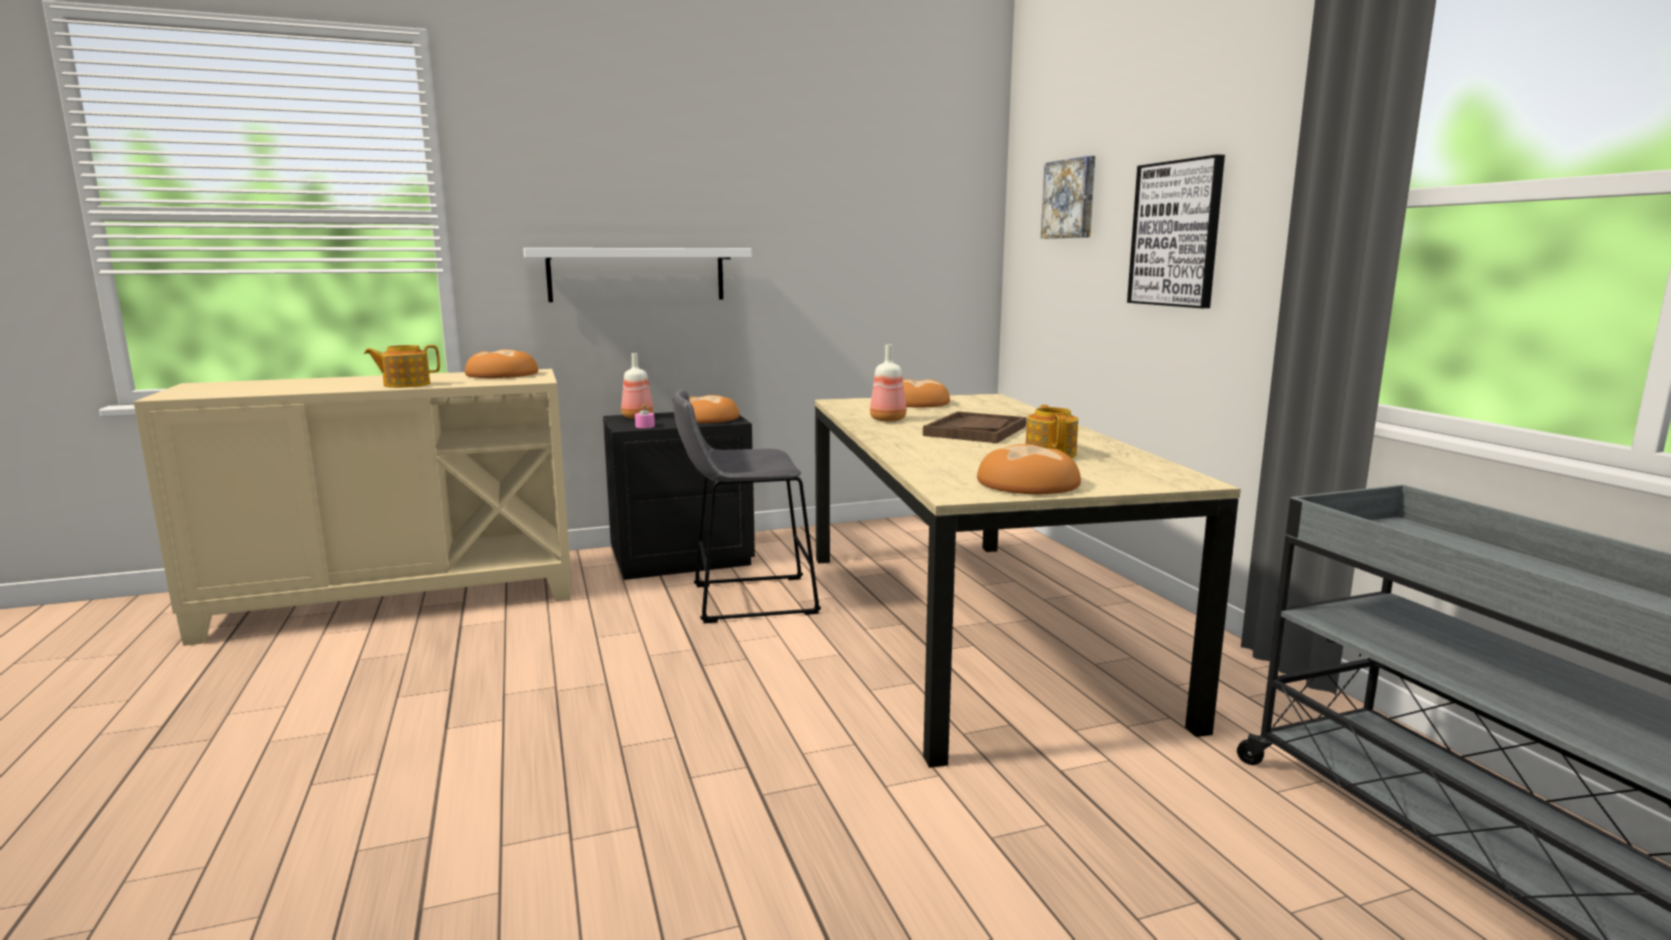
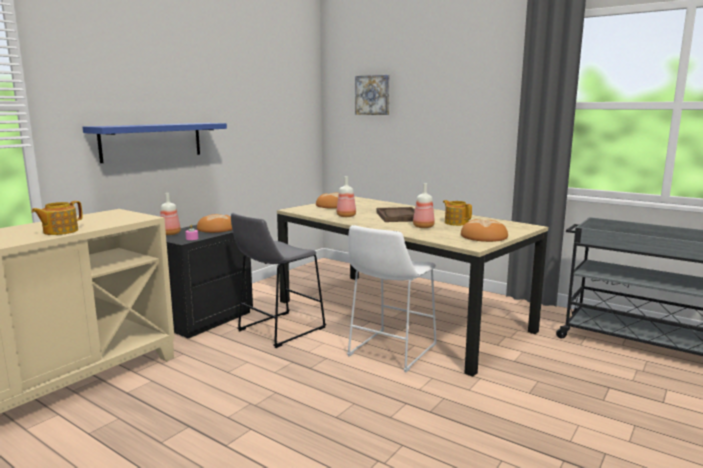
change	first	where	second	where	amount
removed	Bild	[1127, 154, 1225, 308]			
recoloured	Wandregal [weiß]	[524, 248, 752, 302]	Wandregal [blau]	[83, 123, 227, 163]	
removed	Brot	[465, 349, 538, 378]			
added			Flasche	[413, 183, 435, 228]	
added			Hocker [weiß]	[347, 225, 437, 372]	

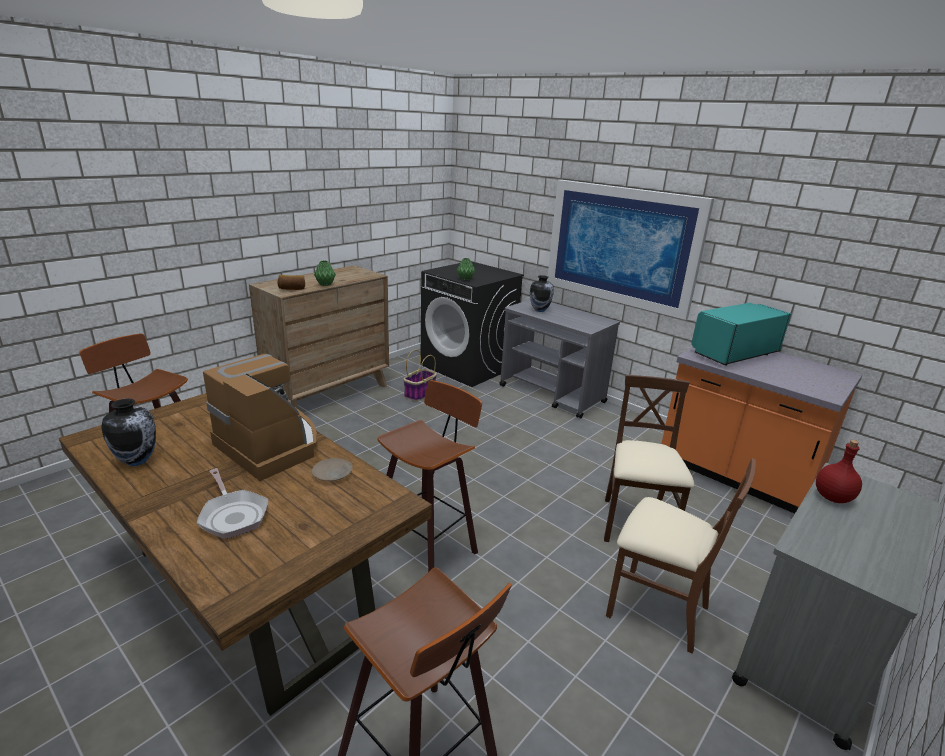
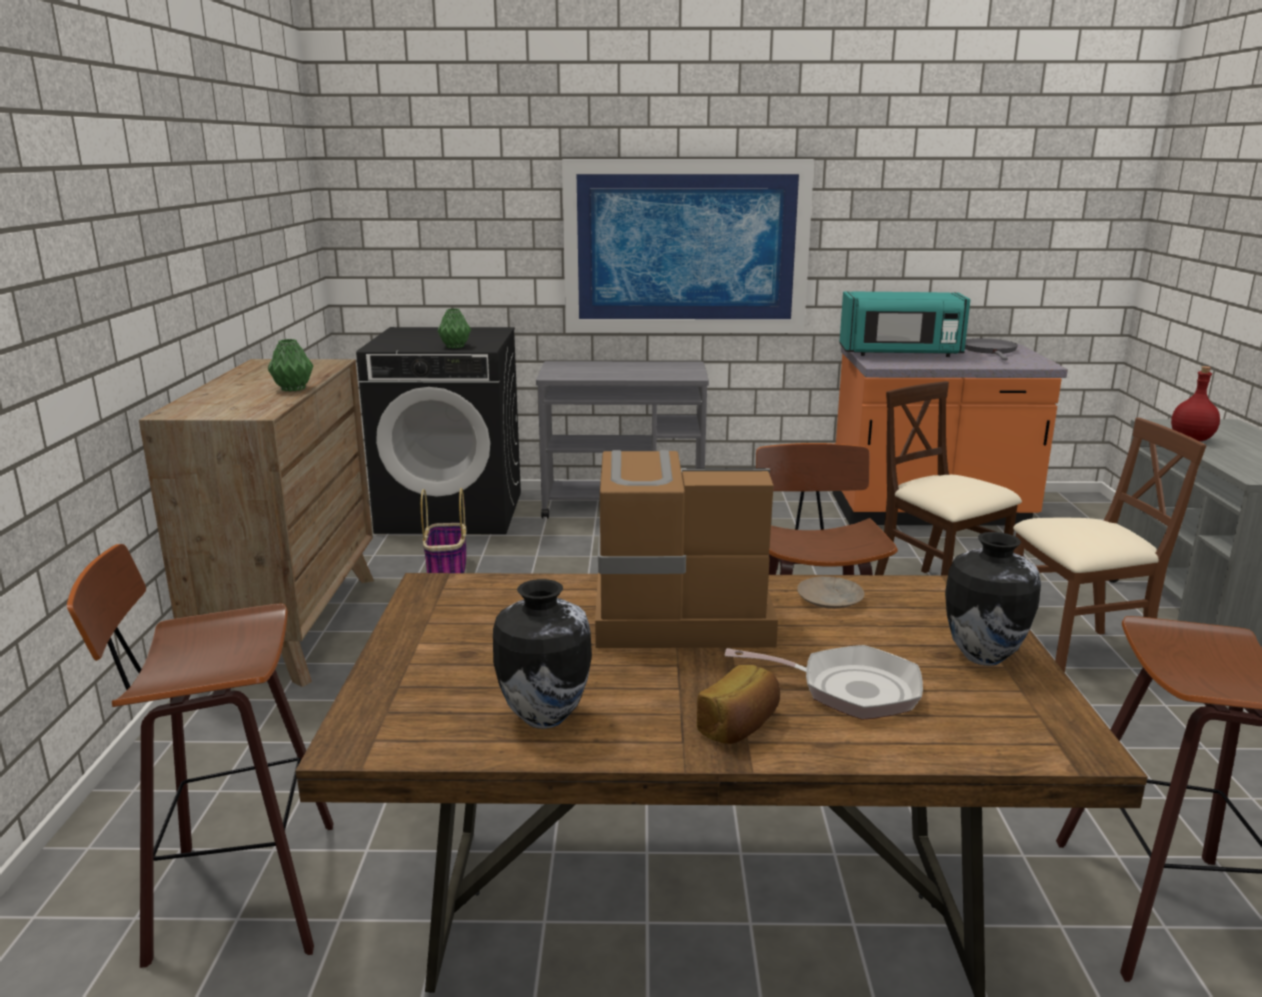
change	first	where	second	where	amount
moved	Brot	[277, 275, 305, 290]		[697, 665, 780, 744]	
moved	Vase	[530, 275, 554, 312]		[945, 532, 1041, 666]	
turned	Mikrowelle [türkis]	[691, 303, 791, 366]		[840, 292, 970, 357]	105 degrees counterclockwise
added			Pfanne [grau]	[965, 338, 1018, 360]	

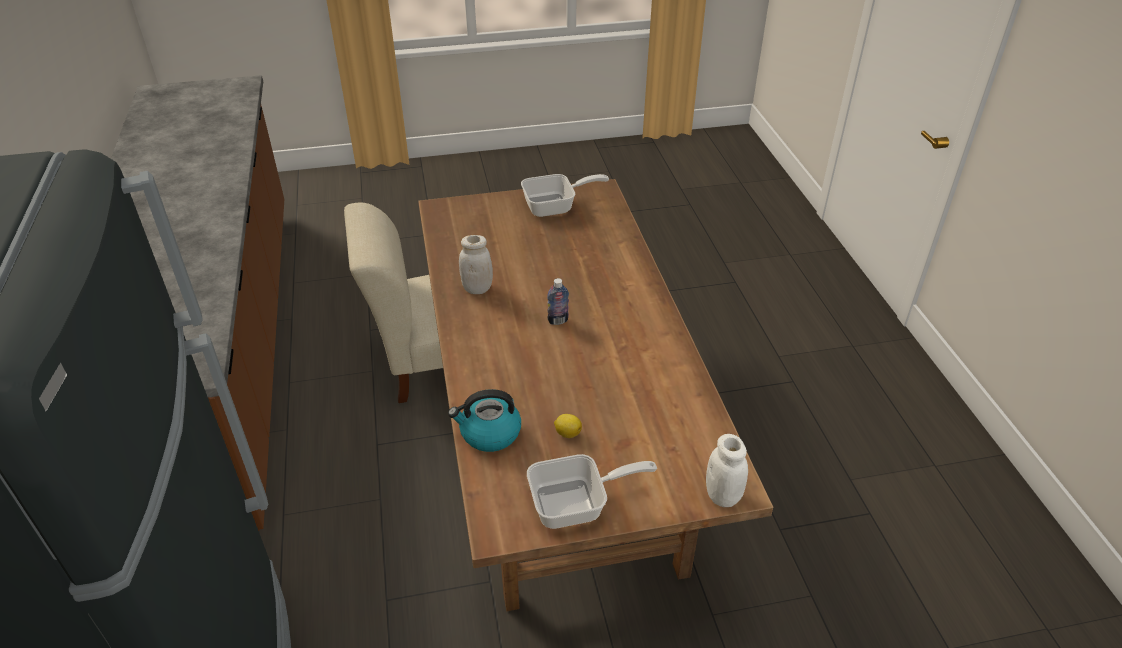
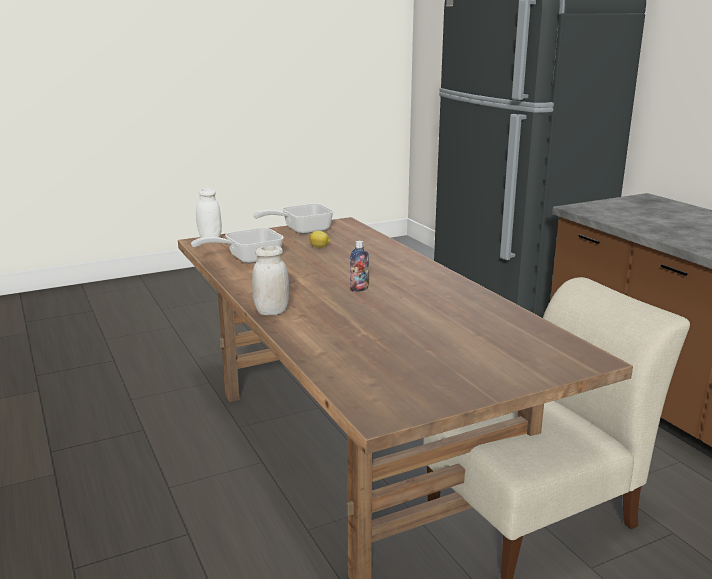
change	first	where	second	where	amount
moved	Pfanne	[521, 174, 609, 217]		[191, 228, 284, 264]	
moved	Vorratsglas [weiß]	[459, 235, 493, 294]		[252, 245, 289, 315]	
removed	Wasserkessel	[448, 389, 521, 452]			

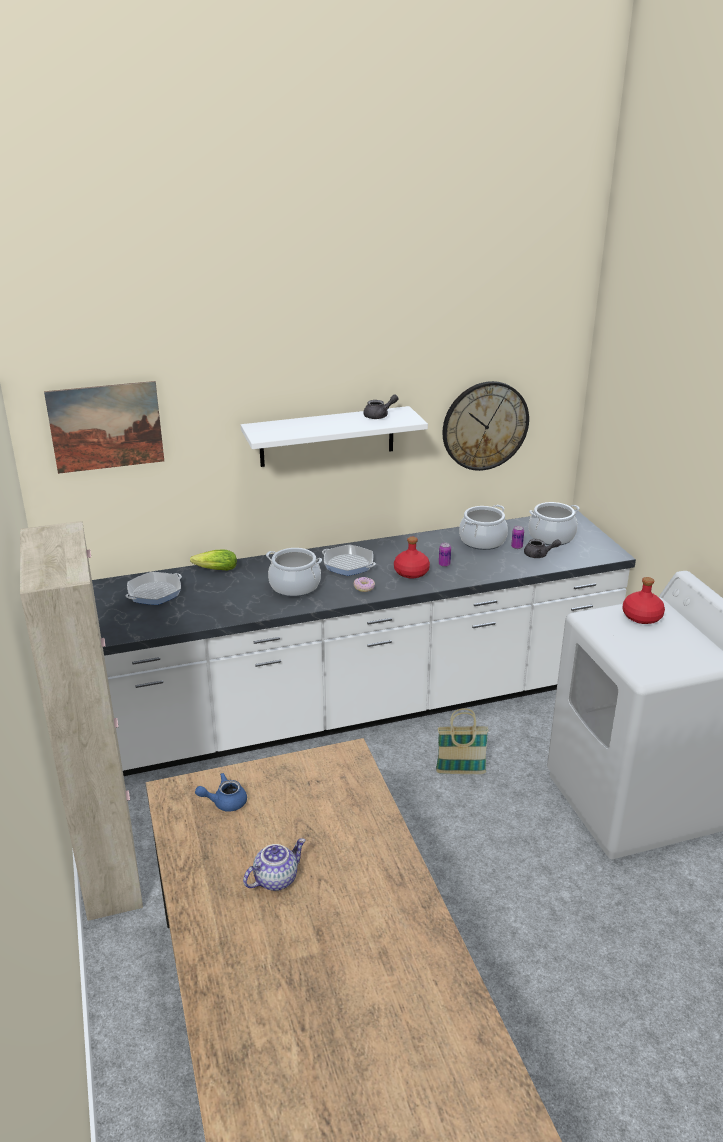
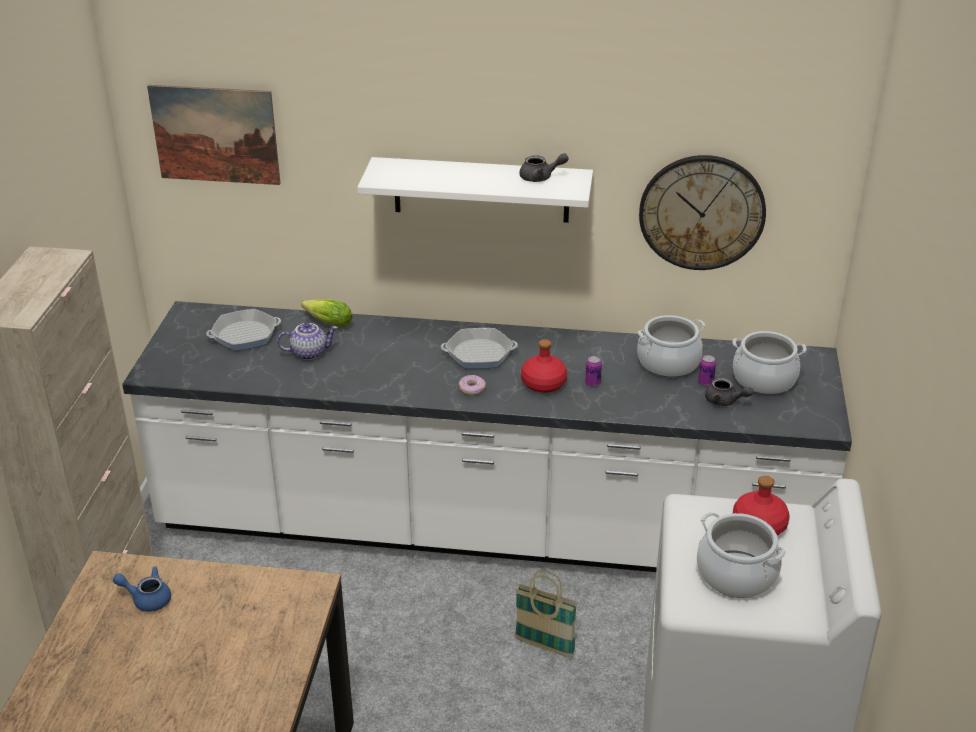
change	first	where	second	where	amount
turned	Pfanne	[322, 544, 376, 576]		[441, 328, 518, 369]	120 degrees clockwise
moved	Kochtopf	[266, 548, 322, 597]		[697, 512, 786, 598]	
moved	Teekanne	[243, 838, 306, 891]		[277, 322, 338, 360]	

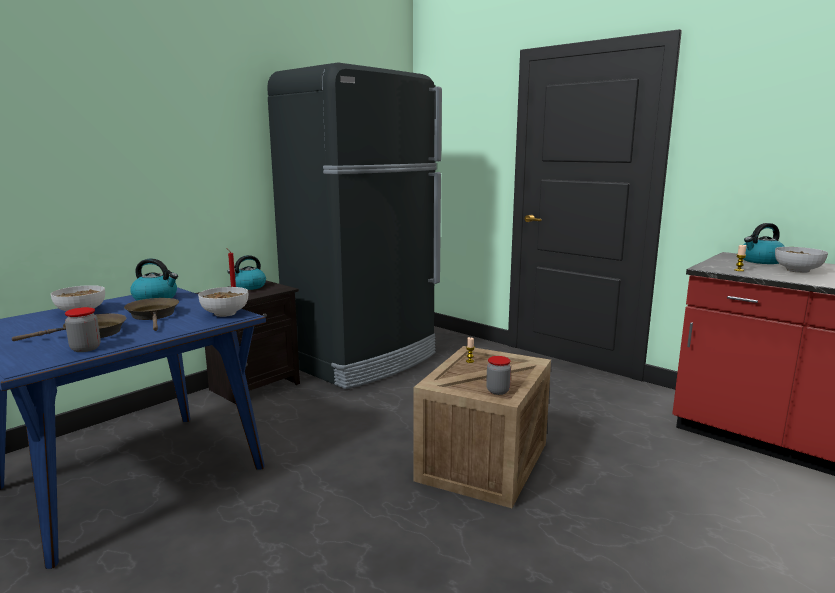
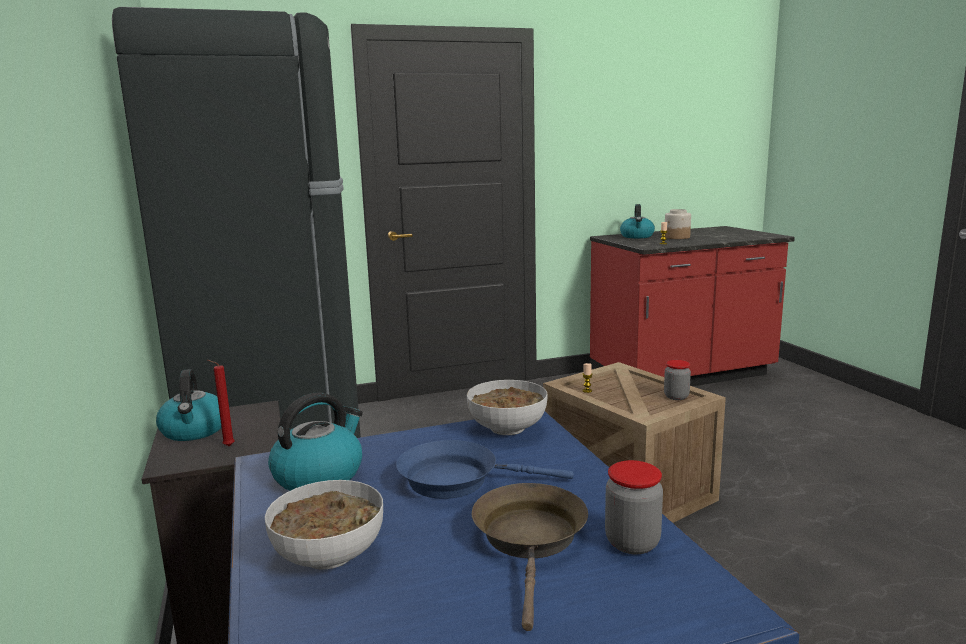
change	first	where	second	where	amount
replaced	Schüssel	[775, 247, 828, 273]	Vorratsglas	[665, 209, 691, 239]	
recoloured	Pfanne [braun]	[124, 298, 179, 331]	Pfanne [blau]	[396, 440, 573, 499]	

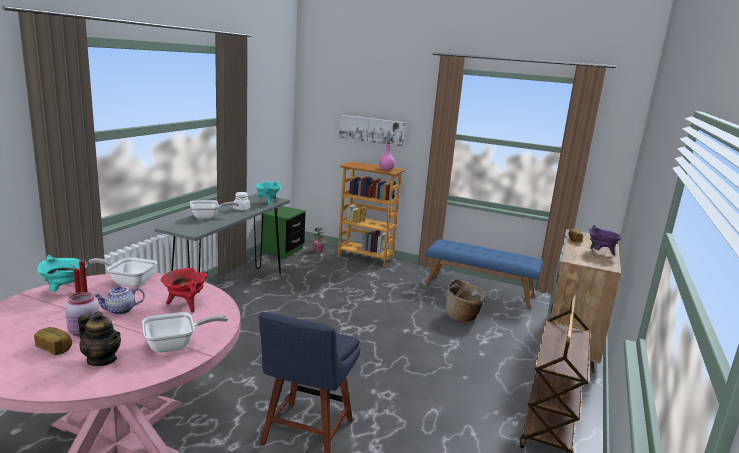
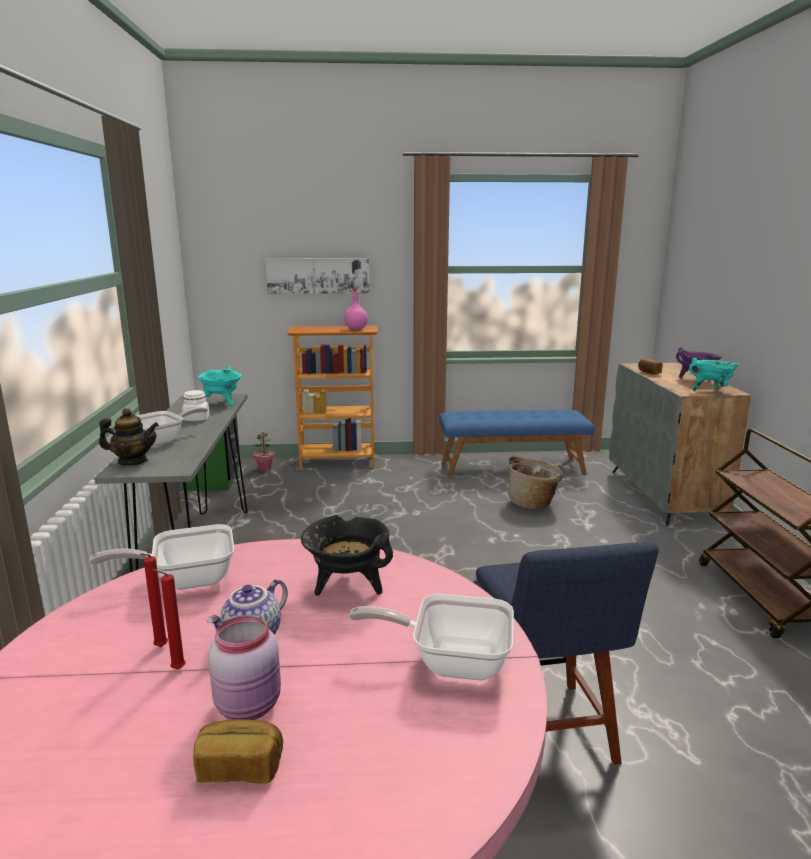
change	first	where	second	where	amount
moved	Kochtopf [türkis]	[37, 255, 88, 292]		[689, 358, 740, 391]	
recoloured	Kochtopf [rot]	[161, 268, 208, 312]	Kochtopf [schwarz]	[301, 515, 393, 596]	
moved	Teekanne	[78, 311, 121, 366]		[99, 408, 159, 466]	
turned	Pfanne	[142, 312, 228, 353]		[349, 594, 514, 680]	120 degrees counterclockwise

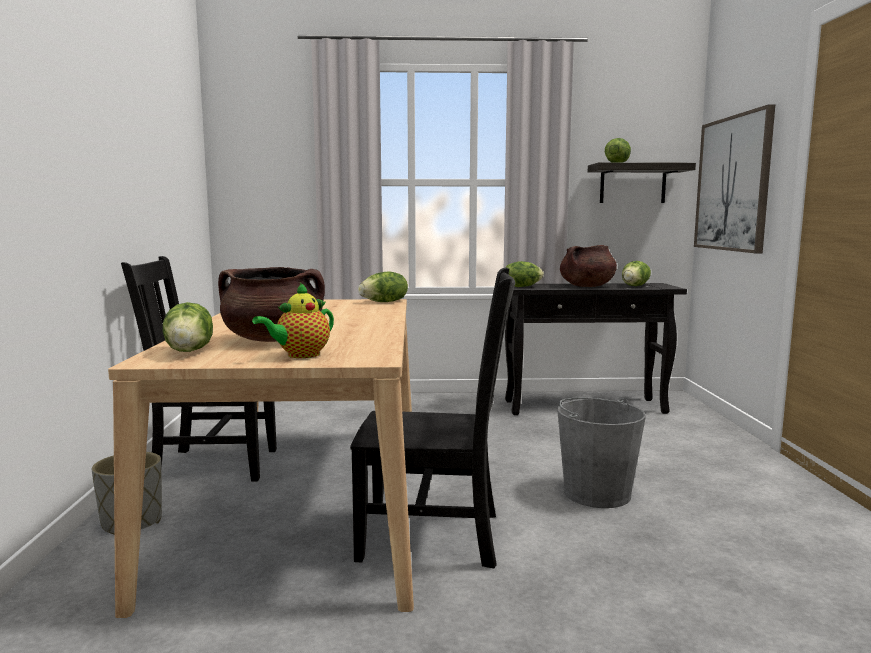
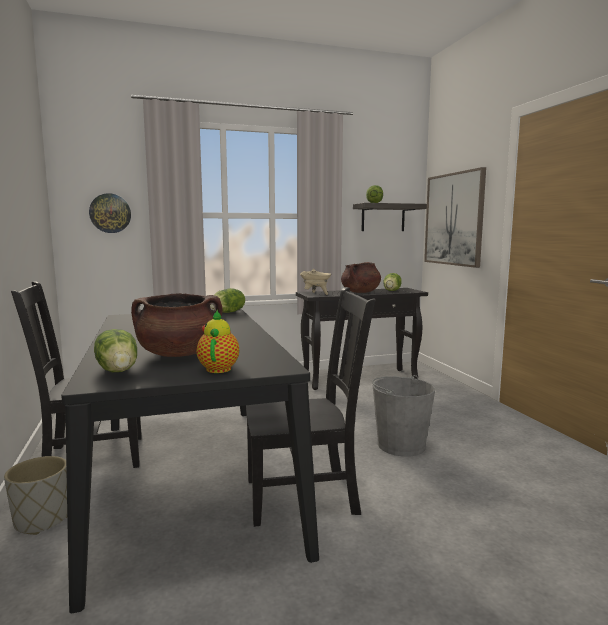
change	first	where	second	where	amount
replaced	Salatkopf	[505, 261, 544, 287]	Kochtopf [beige]	[300, 269, 331, 295]	
turned	Teekanne	[252, 283, 334, 358]		[197, 309, 239, 373]	150 degrees clockwise
recoloured	Esstisch [beige]	[108, 299, 414, 618]	Esstisch [schwarz]	[61, 309, 319, 613]	
added			Wanduhr	[89, 193, 131, 233]	

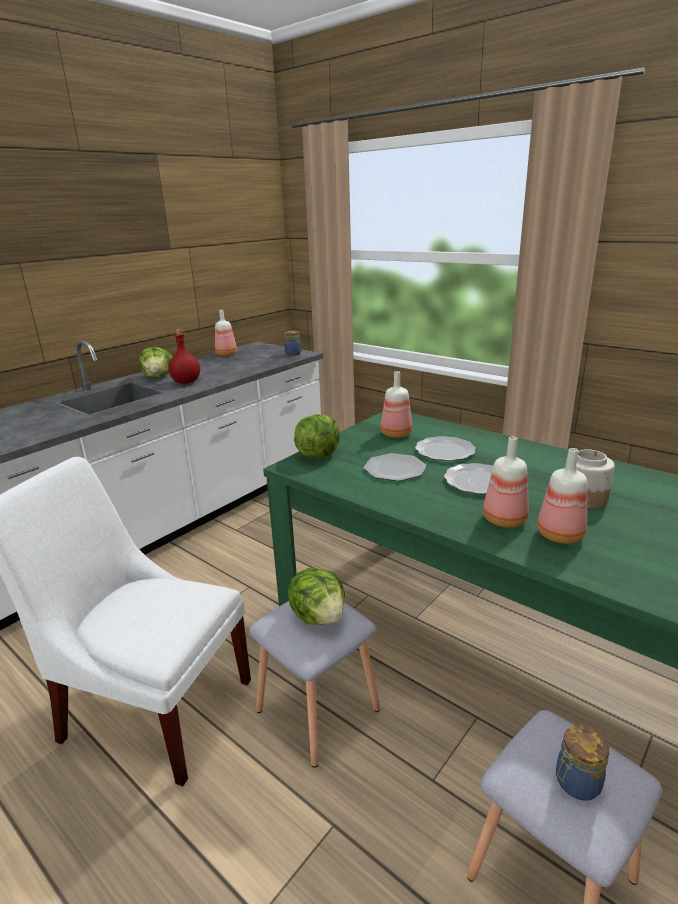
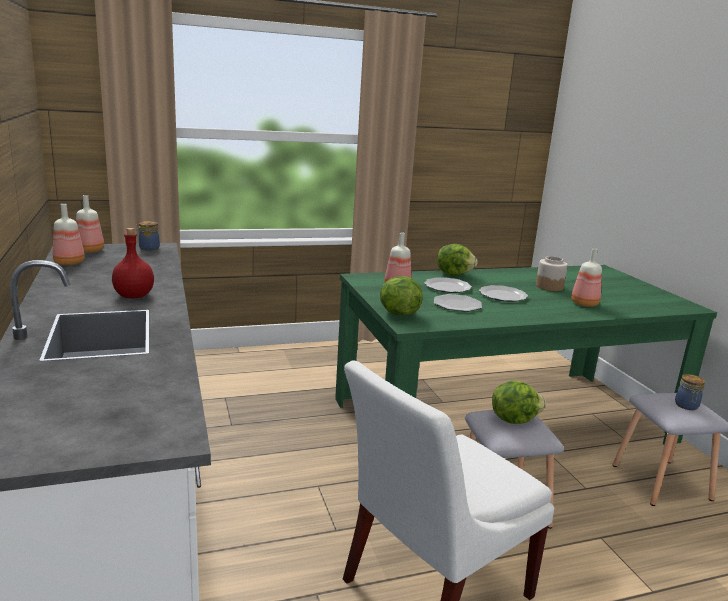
change	first	where	second	where	amount
moved	Salatkopf	[139, 347, 172, 378]		[437, 244, 478, 276]	
moved	Flasche	[483, 436, 529, 528]		[76, 195, 104, 253]	

